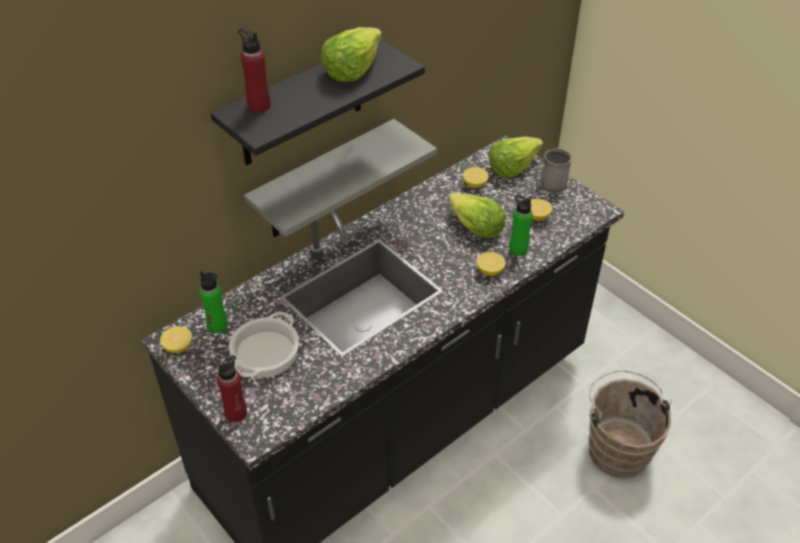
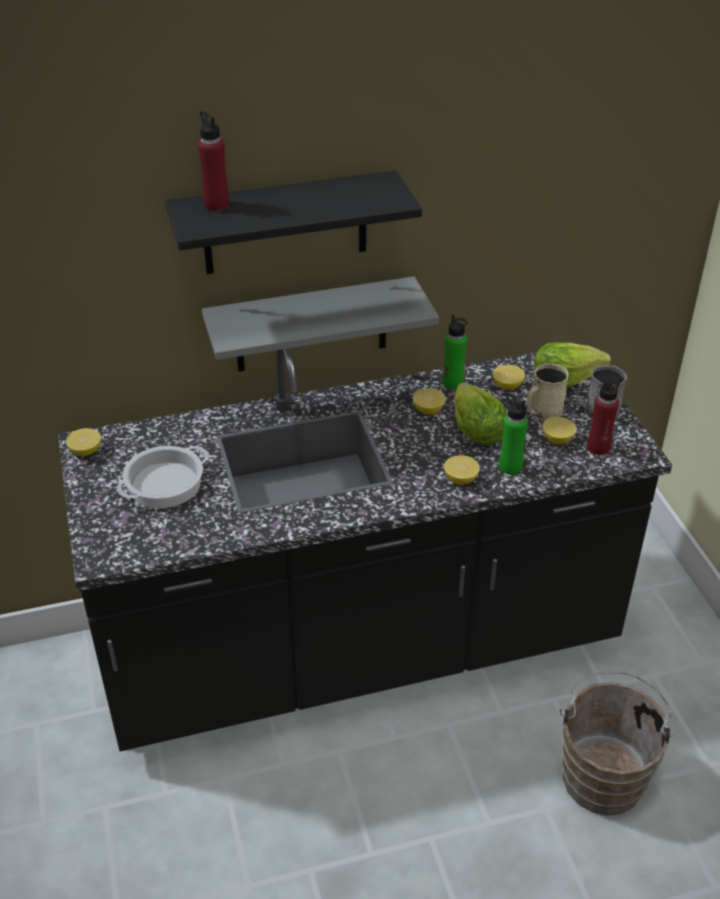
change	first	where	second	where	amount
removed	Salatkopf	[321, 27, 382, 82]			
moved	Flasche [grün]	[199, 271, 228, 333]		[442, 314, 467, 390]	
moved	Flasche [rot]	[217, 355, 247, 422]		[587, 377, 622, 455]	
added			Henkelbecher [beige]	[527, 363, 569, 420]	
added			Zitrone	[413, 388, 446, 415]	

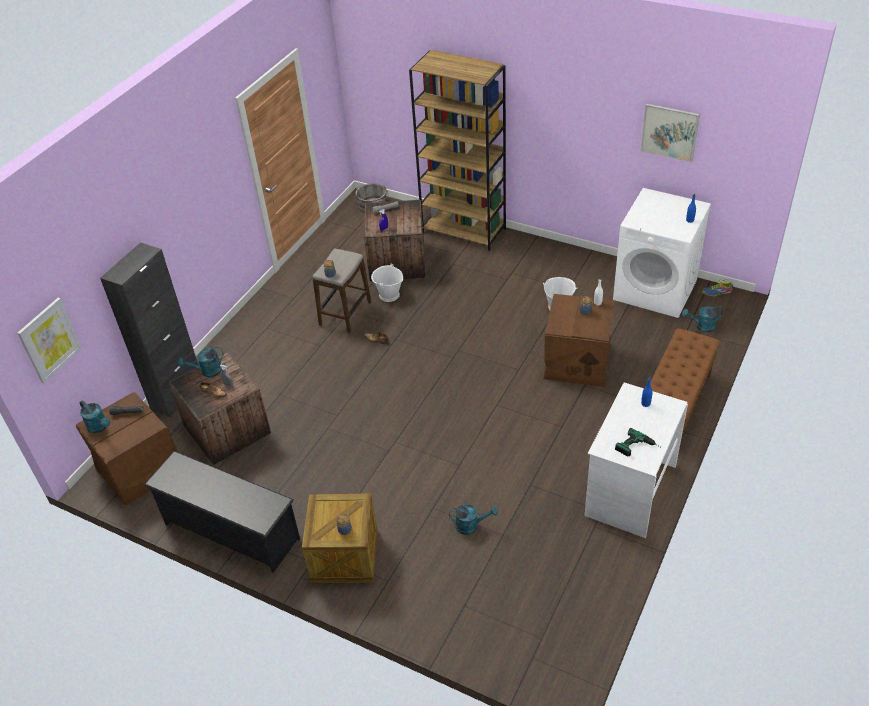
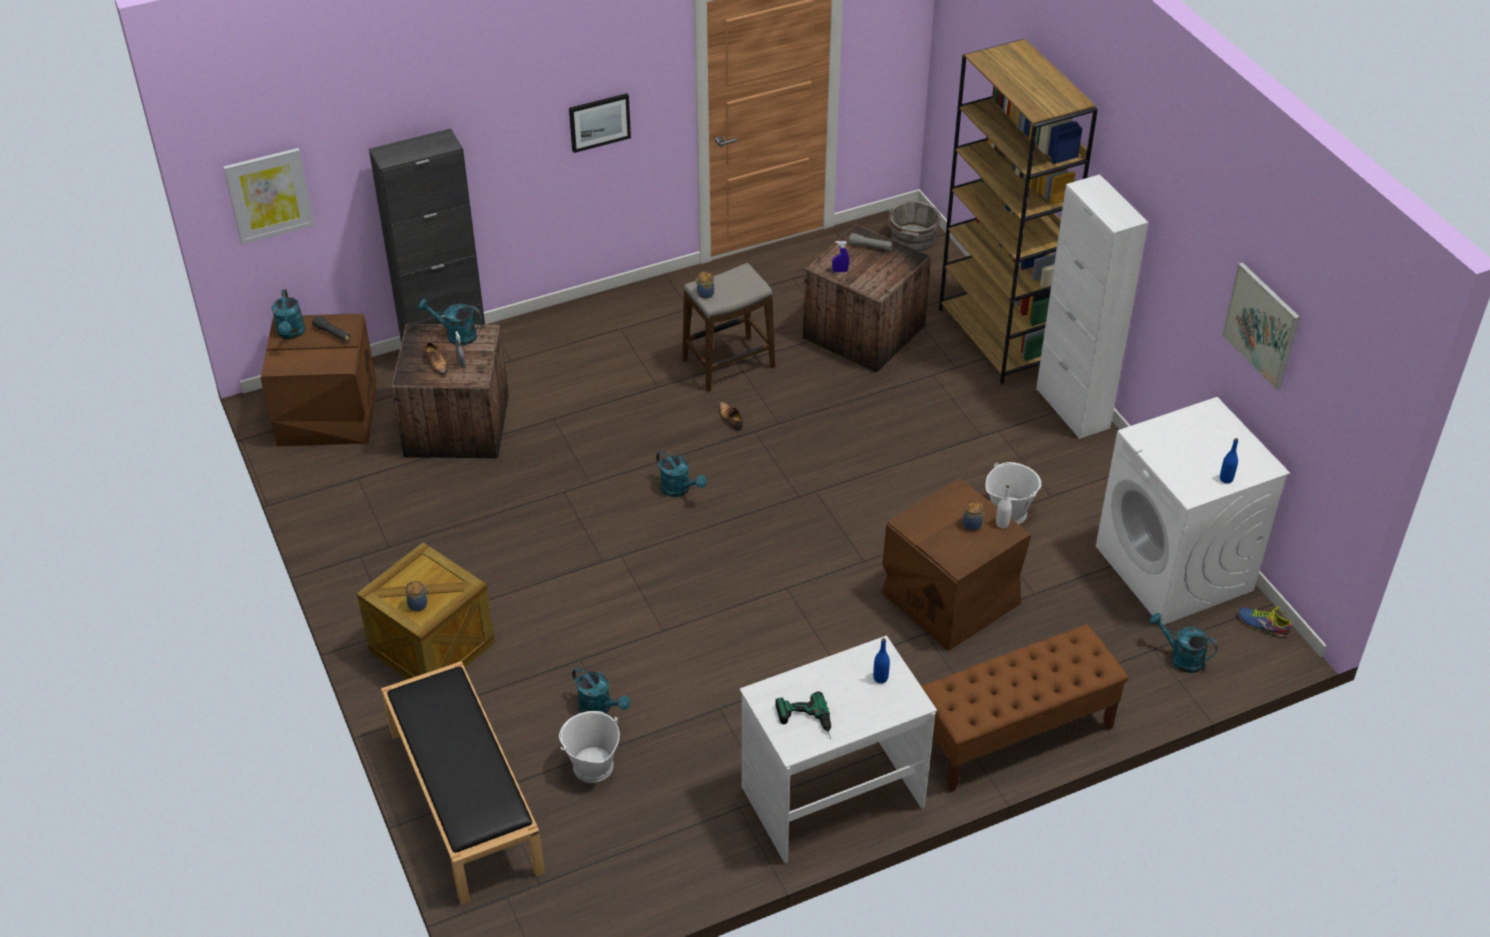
change	first	where	second	where	amount
moved	Eimer [weiß]	[371, 264, 403, 302]		[559, 711, 620, 783]	
removed	Schuhregal [schwarz]	[144, 451, 300, 573]			
added			Bild	[569, 93, 631, 153]	
added			Schrank [weiß]	[1036, 174, 1149, 439]	
added			Gießkanne [türkis]	[656, 451, 707, 497]	
added			Bank [schwarz]	[381, 661, 545, 905]	

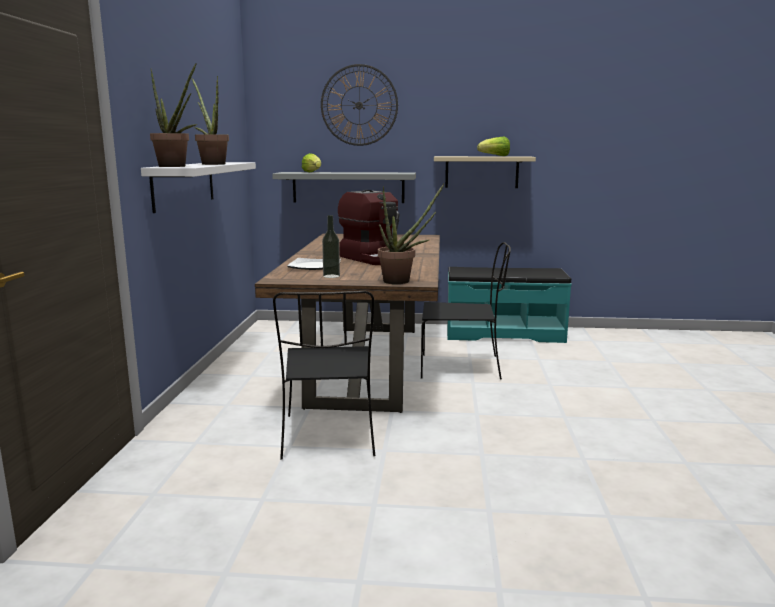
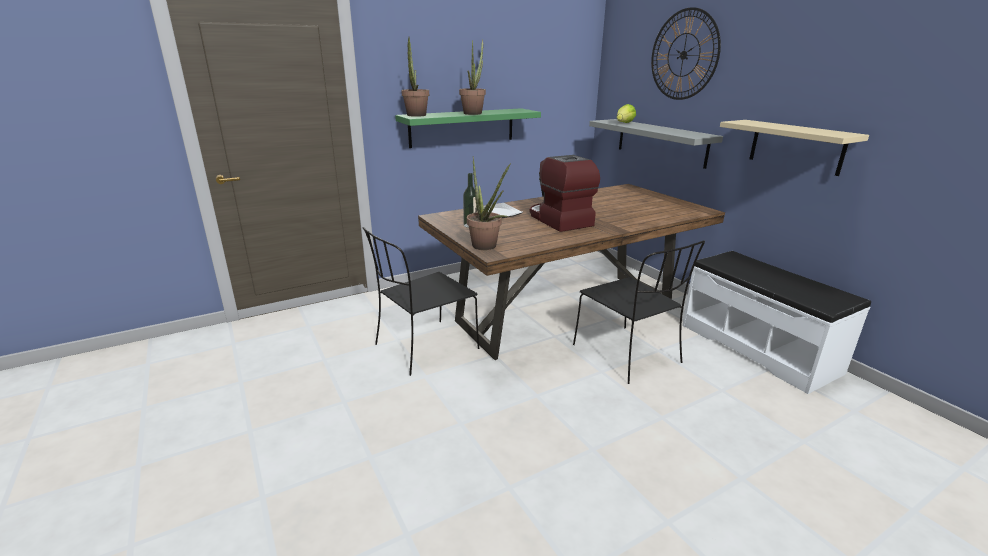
change	first	where	second	where	amount
removed	Salatkopf	[477, 137, 510, 156]			
recoloured	Wandregal [weiß]	[141, 162, 256, 213]	Wandregal [grün]	[395, 108, 541, 148]	
turned	Kaffeemaschine	[338, 190, 400, 265]		[530, 155, 600, 232]	135 degrees clockwise
recoloured	Bank [türkis]	[447, 267, 572, 343]	Bank [weiß]	[682, 251, 871, 394]	

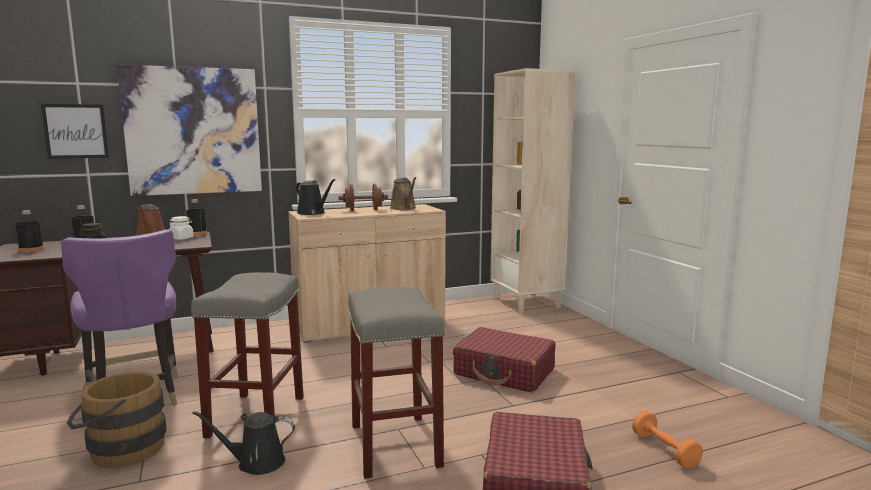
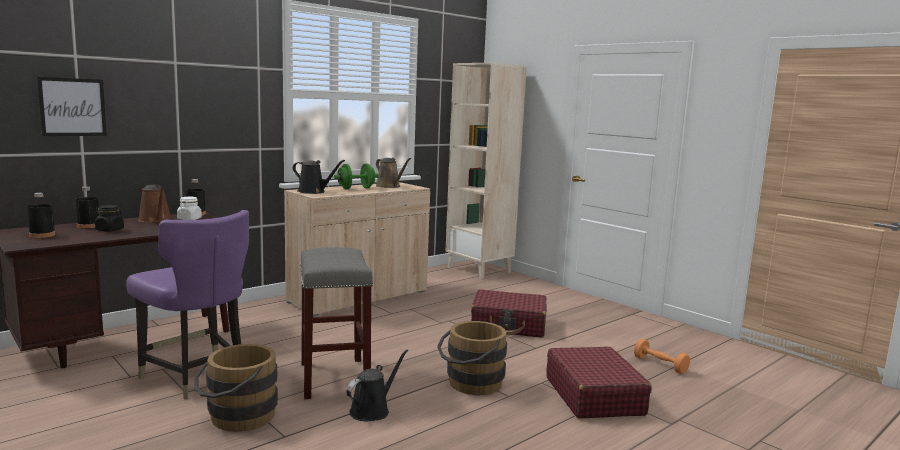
change	first	where	second	where	amount
removed	Bild	[117, 64, 262, 196]			
recoloured	Hantel [braun]	[338, 184, 388, 211]	Hantel [grün]	[334, 164, 378, 189]	
replaced	Hocker [grau]	[348, 286, 445, 479]	Eimer [braun]	[437, 321, 507, 395]	
turned	Gießkanne [schwarz]	[192, 411, 295, 475]		[346, 349, 408, 422]	150 degrees clockwise

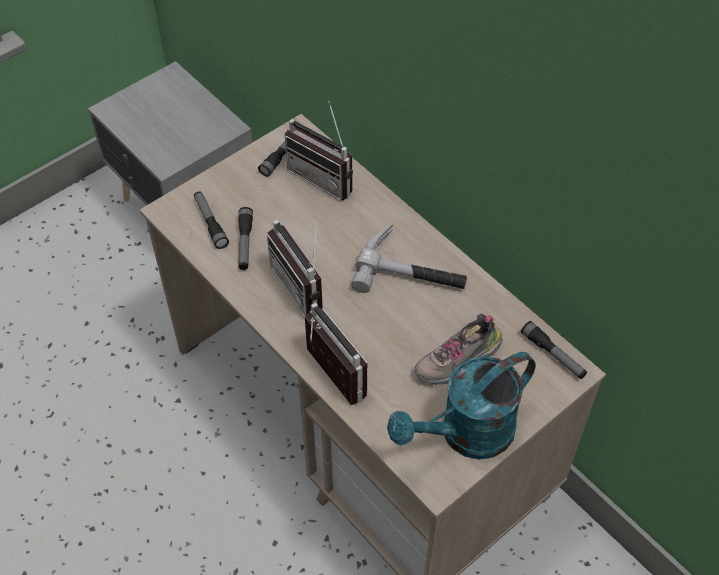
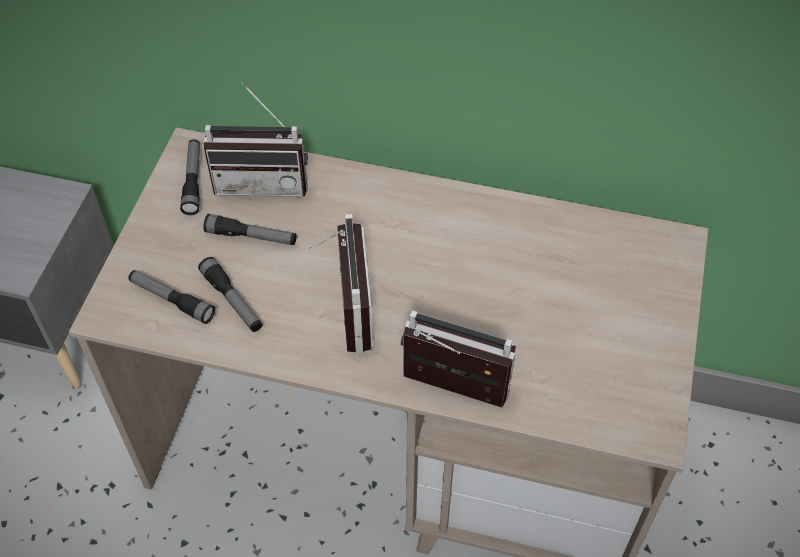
change	first	where	second	where	amount
turned	Radio	[267, 214, 323, 317]		[307, 214, 373, 353]	120 degrees counterclockwise
removed	Hammer	[351, 224, 467, 293]			
removed	Schuh	[414, 313, 503, 385]			
moved	Taschenlampe	[521, 321, 587, 379]		[203, 214, 297, 245]	
removed	Gießkanne [türkis]	[387, 352, 536, 459]			

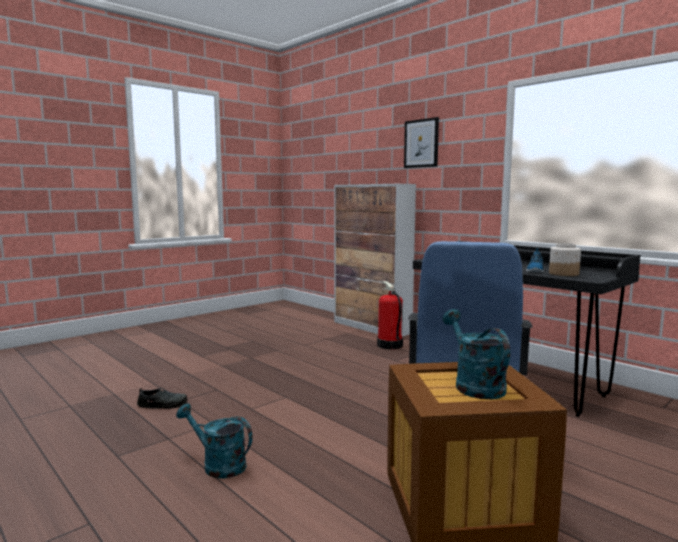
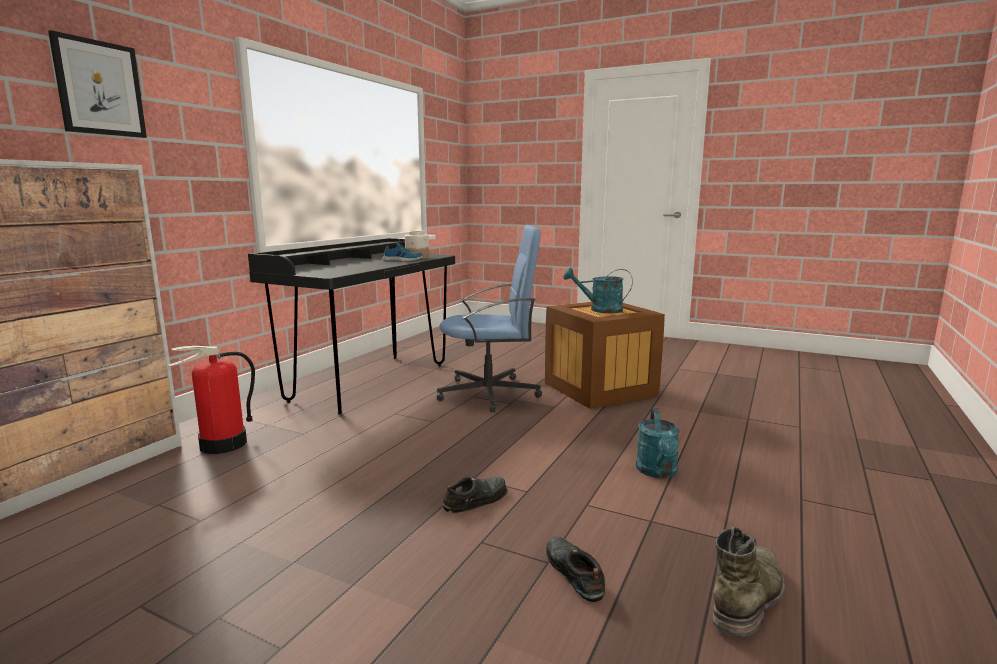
change	first	where	second	where	amount
turned	Gießkanne [türkis]	[442, 309, 510, 399]		[563, 268, 633, 313]	45 degrees clockwise
added			Schuh [schwarz]	[442, 476, 508, 513]	
added			Stiefel [grün]	[713, 526, 785, 637]	

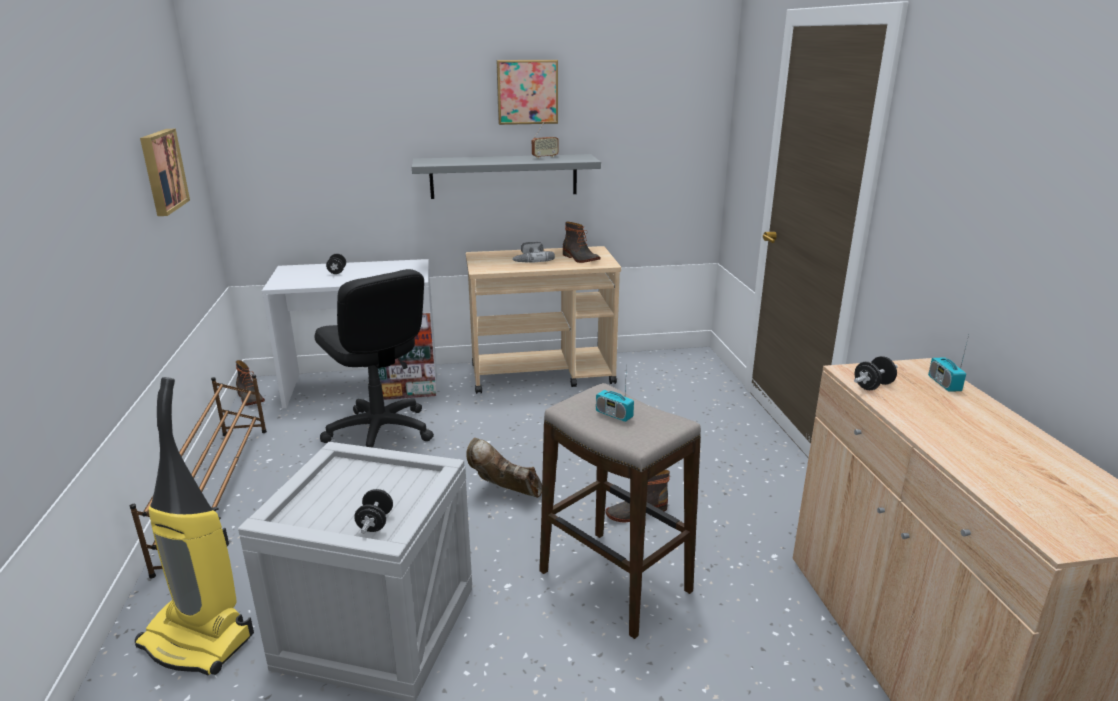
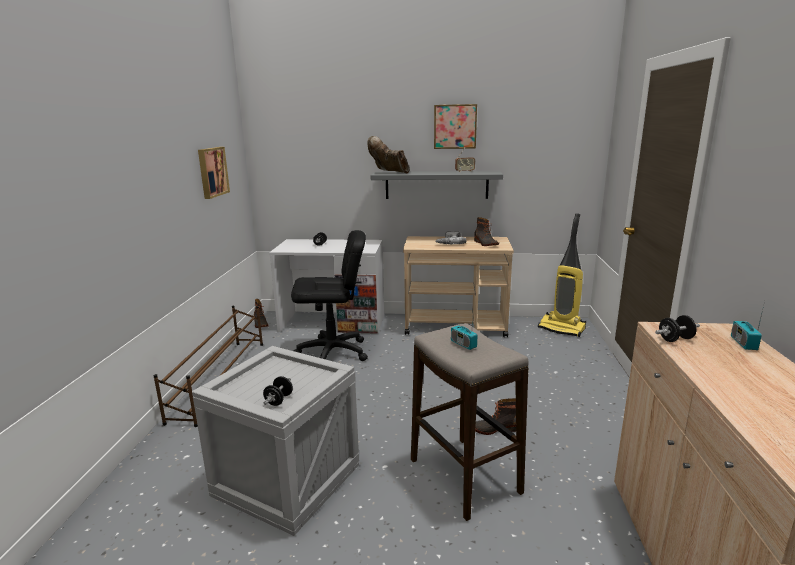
change	first	where	second	where	amount
turned	Bürostuhl [schwarz]	[315, 269, 434, 448]		[291, 230, 368, 361]	75 degrees counterclockwise
moved	Staubsauger	[135, 377, 254, 675]		[538, 213, 586, 337]	
moved	Stiefel [braun]	[466, 438, 542, 498]		[367, 136, 409, 174]	

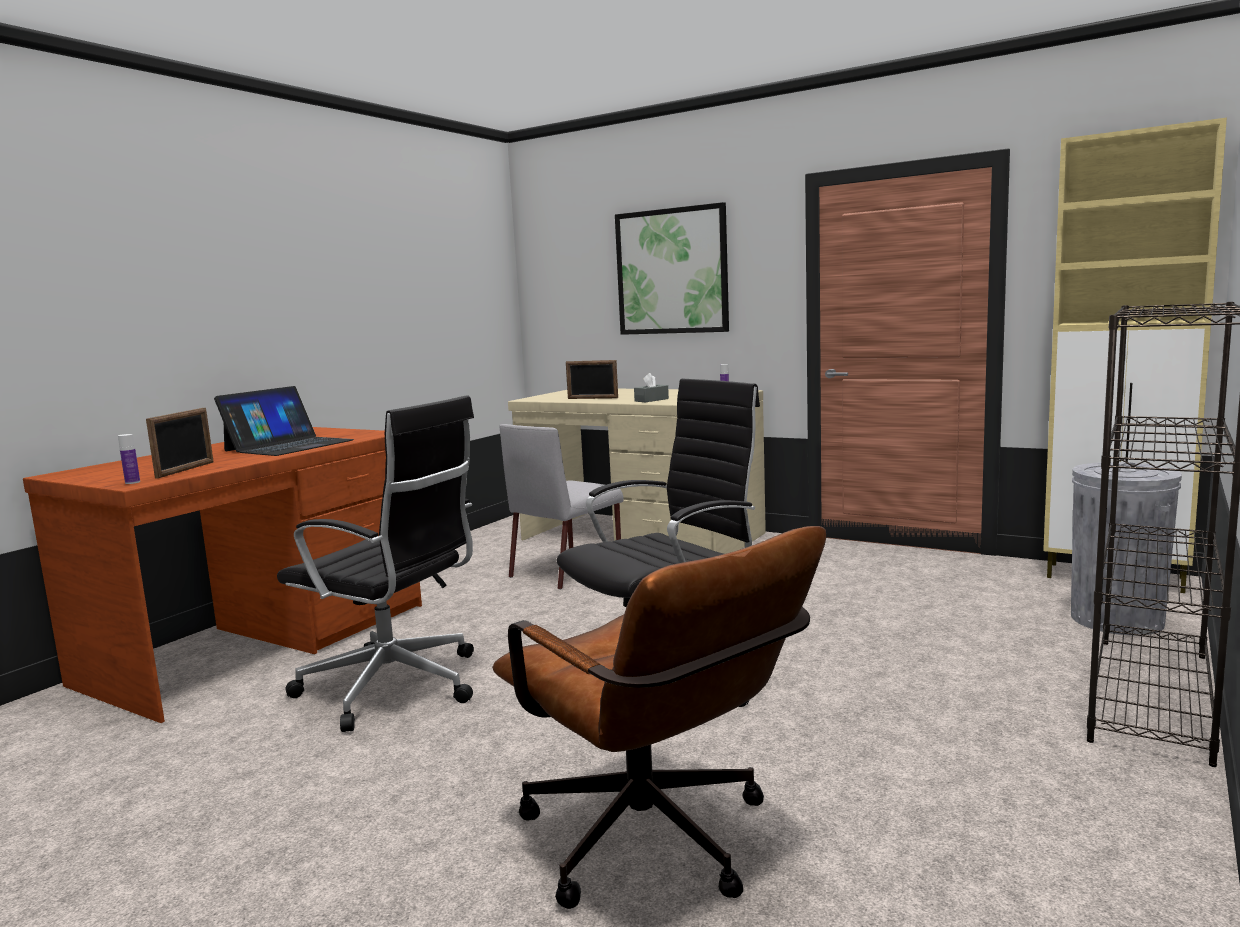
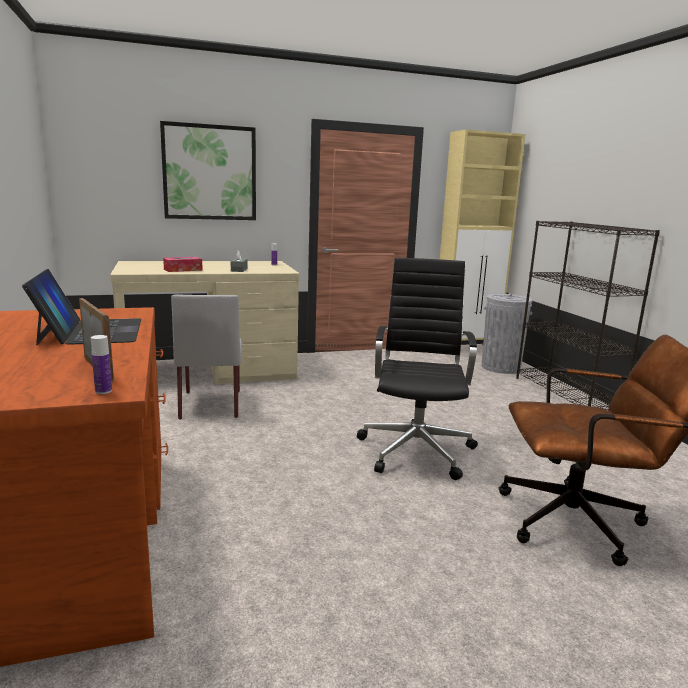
change	first	where	second	where	amount
replaced	Bilderrahmen	[566, 360, 618, 399]	Taschentuchbox	[163, 257, 203, 272]	
removed	Bürostuhl [schwarz]	[277, 395, 474, 732]			

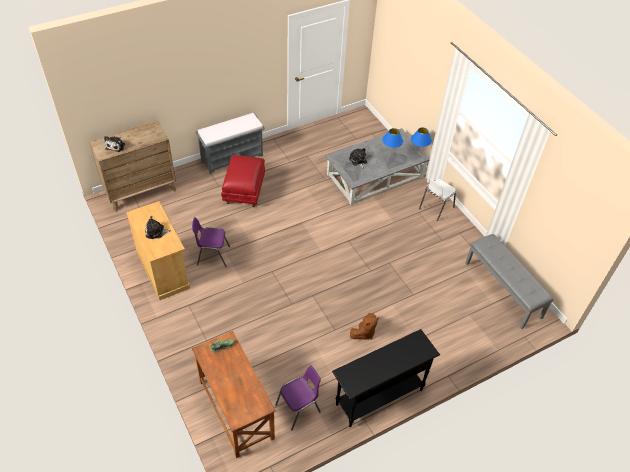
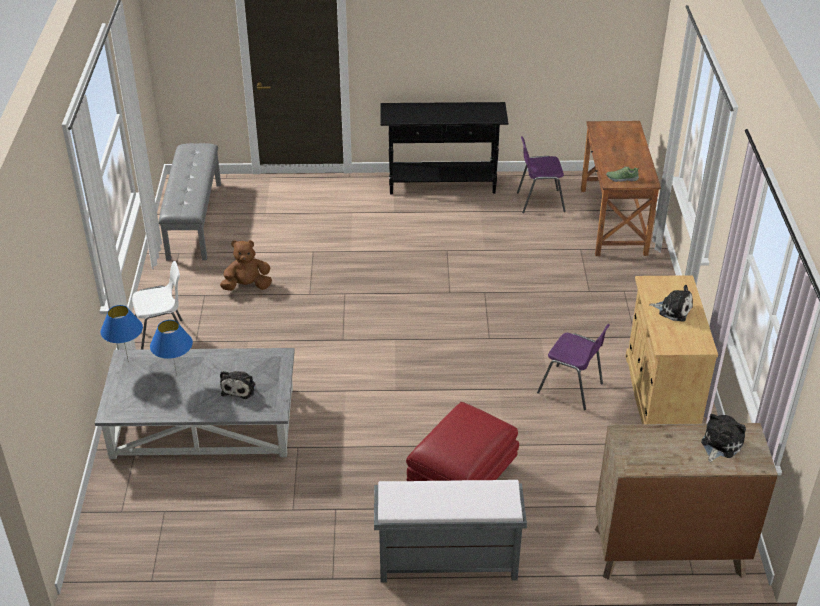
change	first	where	second	where	amount
moved	Plüschtier [braun]	[350, 313, 379, 340]		[220, 240, 272, 291]	

